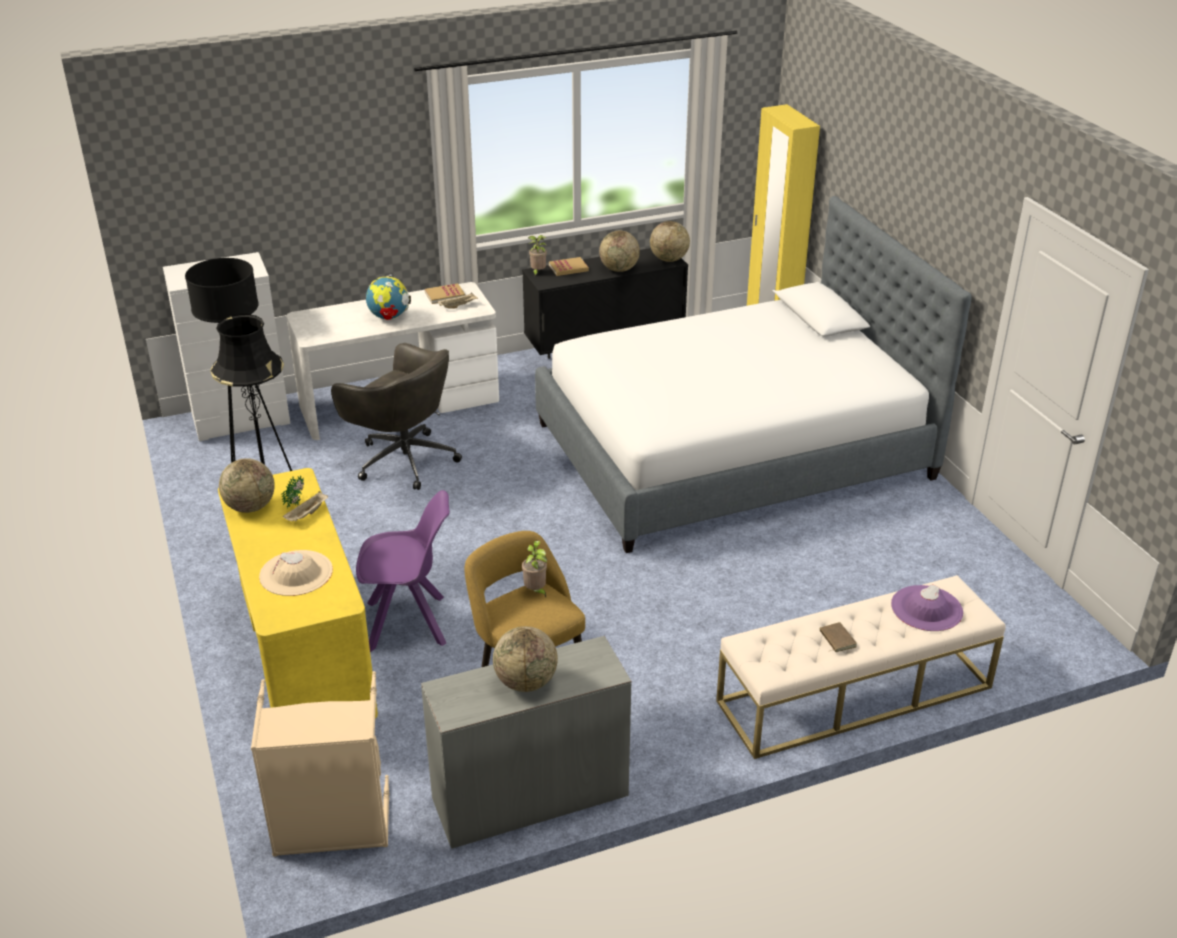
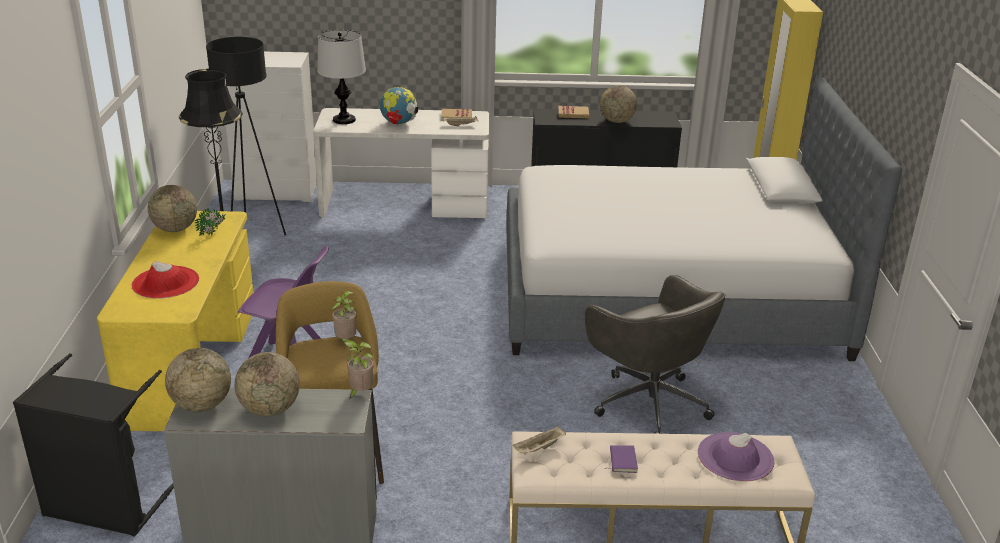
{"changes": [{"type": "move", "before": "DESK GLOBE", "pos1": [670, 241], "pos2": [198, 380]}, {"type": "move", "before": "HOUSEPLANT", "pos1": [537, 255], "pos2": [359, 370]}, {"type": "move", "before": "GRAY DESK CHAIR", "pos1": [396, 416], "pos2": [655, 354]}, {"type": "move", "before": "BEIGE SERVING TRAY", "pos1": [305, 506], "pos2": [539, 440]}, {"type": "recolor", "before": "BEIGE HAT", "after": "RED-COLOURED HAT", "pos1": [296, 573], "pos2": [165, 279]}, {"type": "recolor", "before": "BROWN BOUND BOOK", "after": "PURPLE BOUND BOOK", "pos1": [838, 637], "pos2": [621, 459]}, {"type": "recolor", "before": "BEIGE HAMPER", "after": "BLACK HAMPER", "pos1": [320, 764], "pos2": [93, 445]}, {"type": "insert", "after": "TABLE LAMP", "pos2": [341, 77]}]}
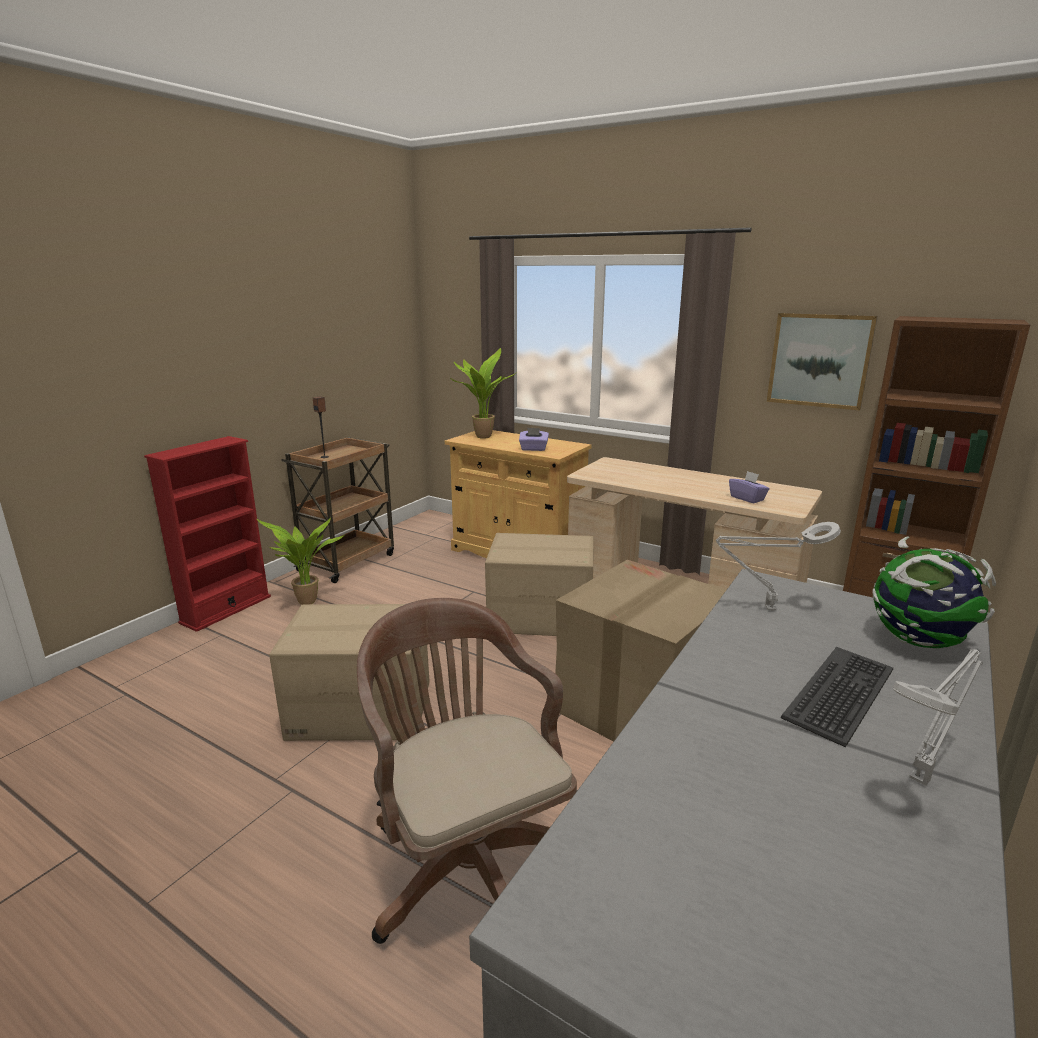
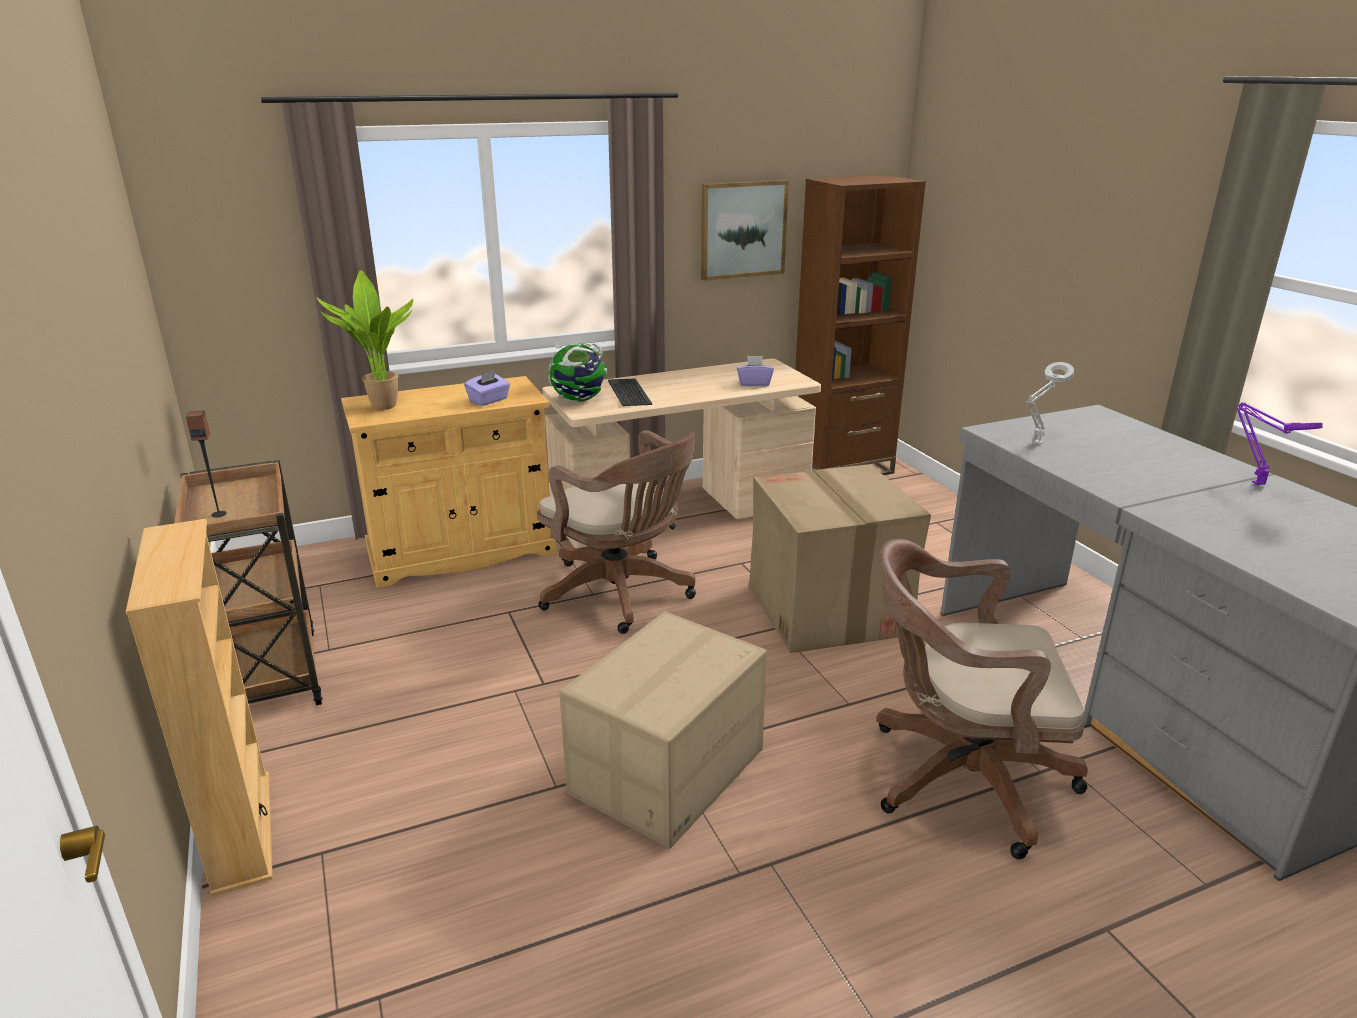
{"changes": [{"type": "recolor", "before": "RED-COLOURED SHELVING UNIT", "after": "BEIGE SHELVING UNIT", "pos1": [207, 534], "pos2": [199, 708]}, {"type": "delete", "before": "HOUSEPLANT", "pos1": [300, 561]}, {"type": "replace", "before": "PACKING BOX", "after": "BROWN DESK CHAIR", "pos1": [539, 584], "pos2": [616, 532]}, {"type": "move", "before": "DESK GLOBE", "pos1": [934, 592], "pos2": [577, 372]}, {"type": "move", "before": "COMPUTER KEYBOARD", "pos1": [837, 697], "pos2": [630, 392]}, {"type": "recolor", "before": "GRAY TABLE LAMP", "after": "PURPLE TABLE LAMP", "pos1": [938, 717], "pos2": [1280, 443]}]}
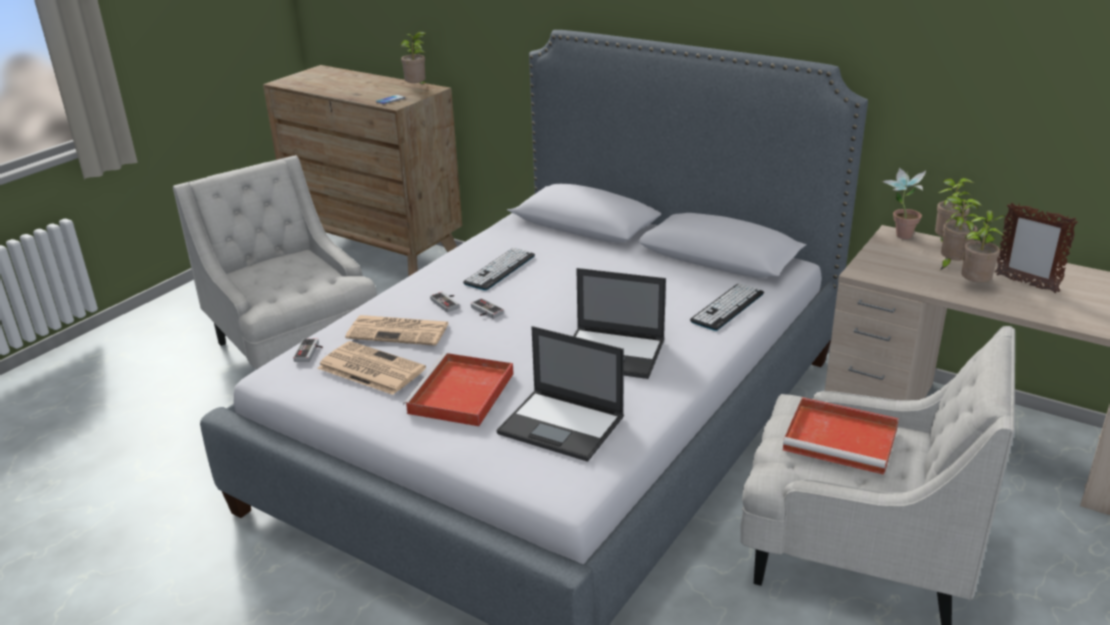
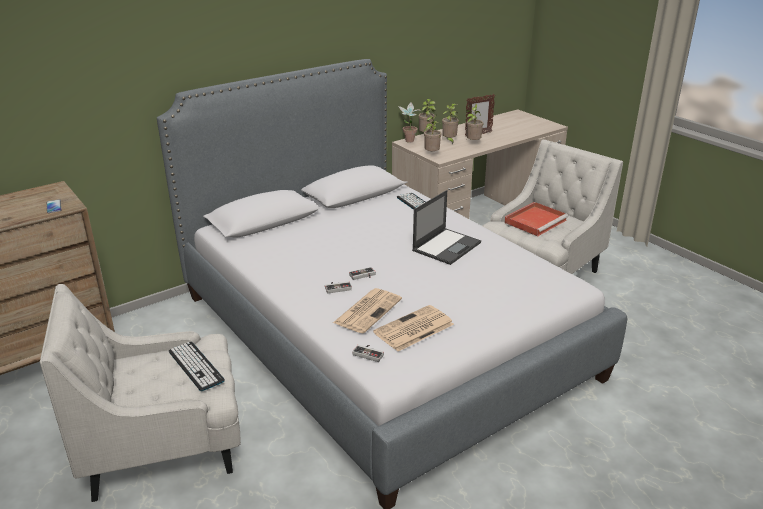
{"changes": [{"type": "move", "before": "HOUSEPLANT", "pos1": [413, 58], "pos2": [432, 132]}, {"type": "move", "before": "COMPUTER KEYBOARD", "pos1": [499, 269], "pos2": [197, 366]}, {"type": "delete", "before": "NOTEBOOK COMPUTER", "pos1": [560, 394]}, {"type": "delete", "before": "RED-COLOURED SERVING TRAY", "pos1": [458, 389]}]}
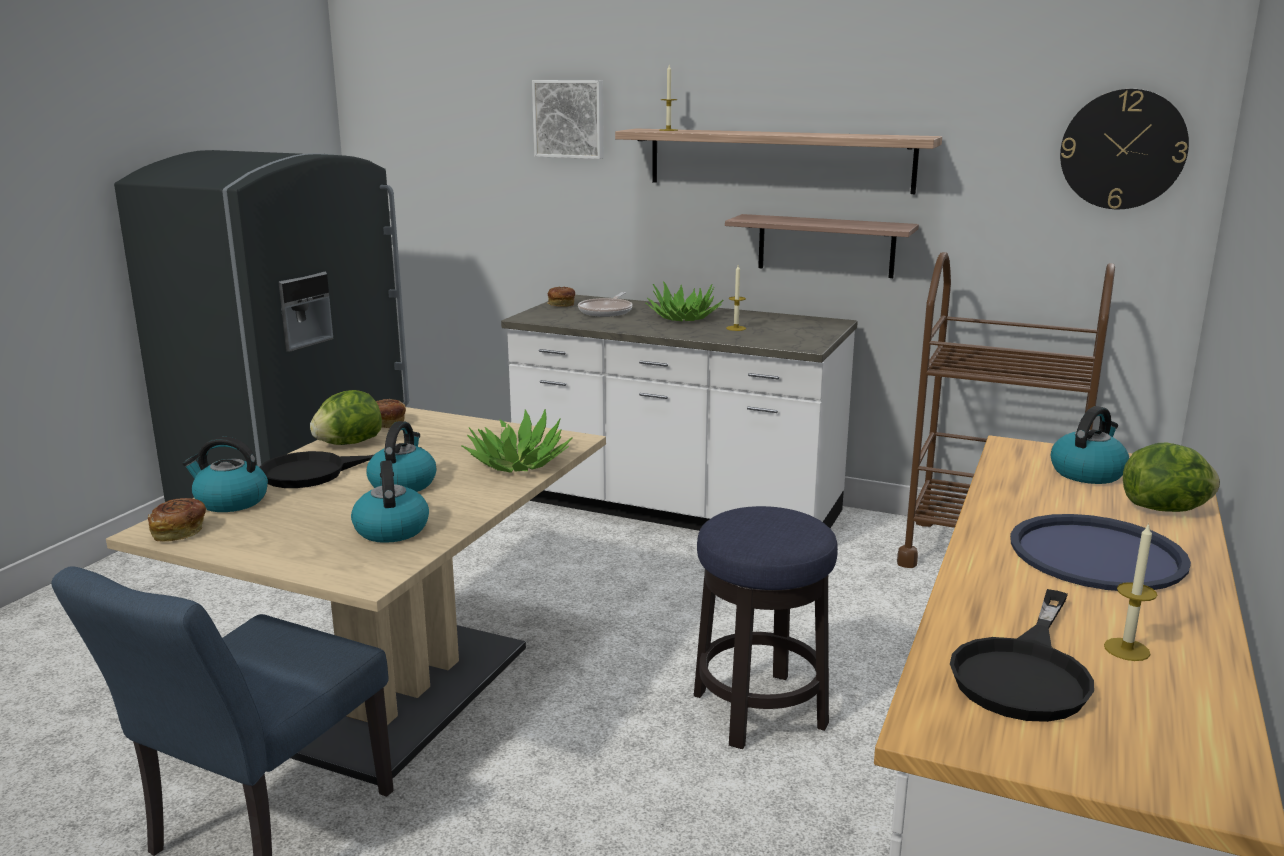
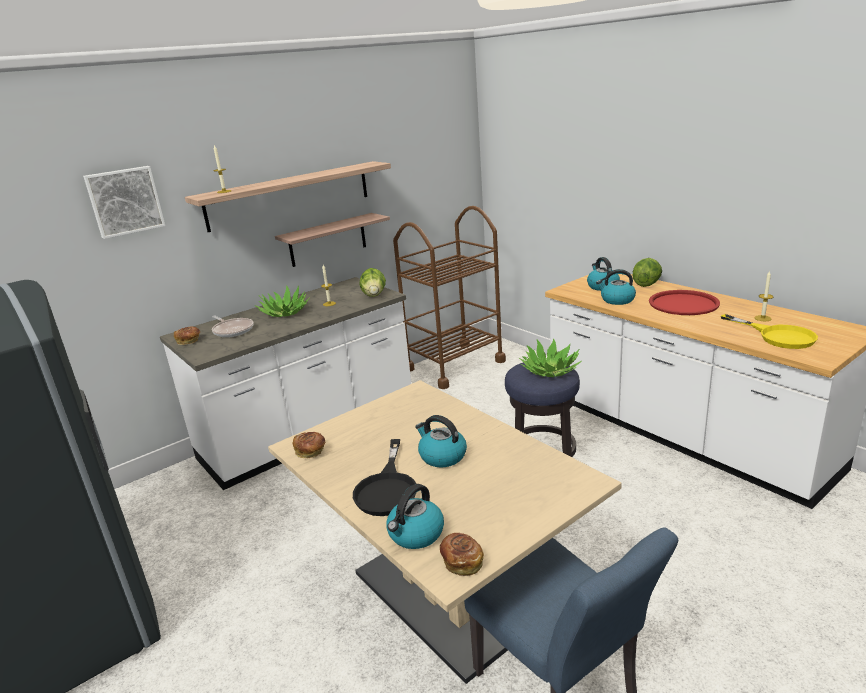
{"changes": [{"type": "delete", "before": "WALL CLOCK", "pos1": [1124, 149]}, {"type": "move", "before": "LETTUCE", "pos1": [346, 417], "pos2": [372, 282]}, {"type": "move", "before": "HOUSEPLANT", "pos1": [517, 441], "pos2": [550, 357]}, {"type": "move", "before": "WATER KETTLE", "pos1": [390, 501], "pos2": [616, 287]}, {"type": "recolor", "before": "BLUE-COLOURED SERVING TRAY", "after": "RED-COLOURED SERVING TRAY", "pos1": [1100, 552], "pos2": [684, 302]}, {"type": "recolor", "before": "BLACK PAN", "after": "YELLOW-COLOURED PAN", "pos1": [1022, 655], "pos2": [769, 331]}]}
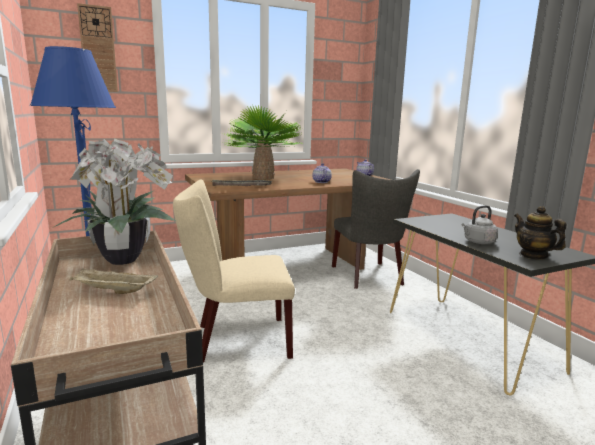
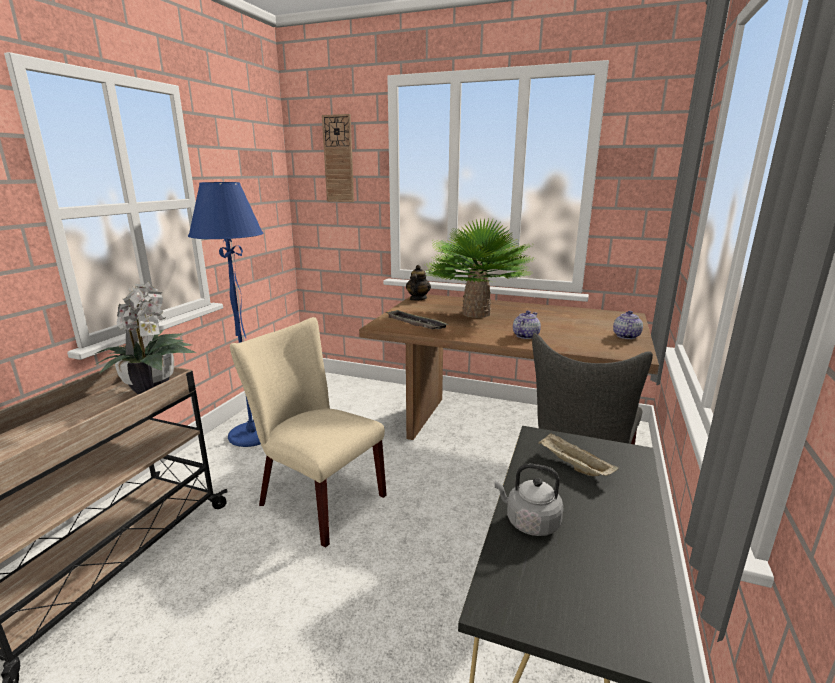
{"changes": [{"type": "move", "before": "TEA POT", "pos1": [540, 233], "pos2": [418, 283]}, {"type": "move", "before": "BEIGE SERVING TRAY", "pos1": [114, 281], "pos2": [578, 454]}]}
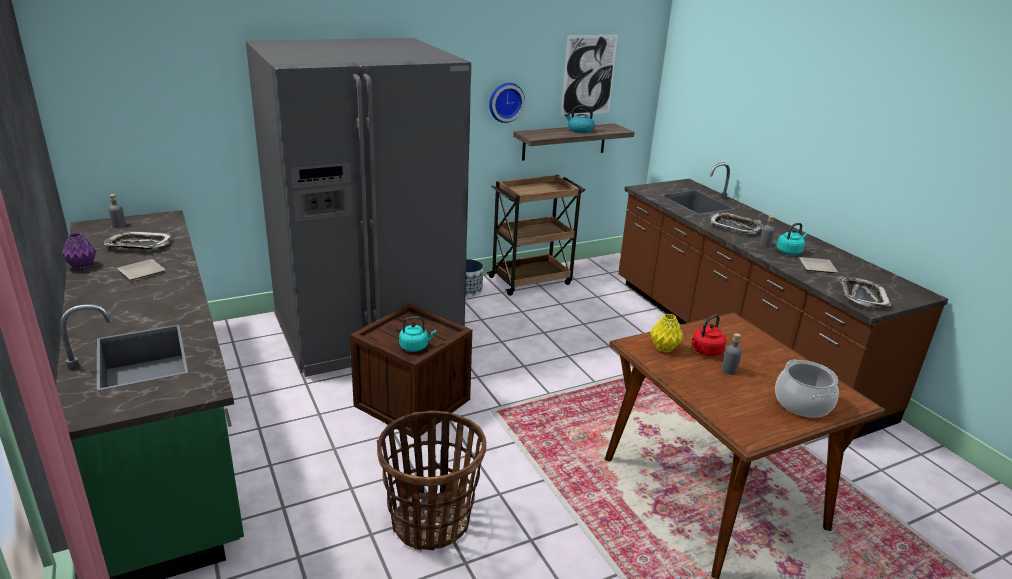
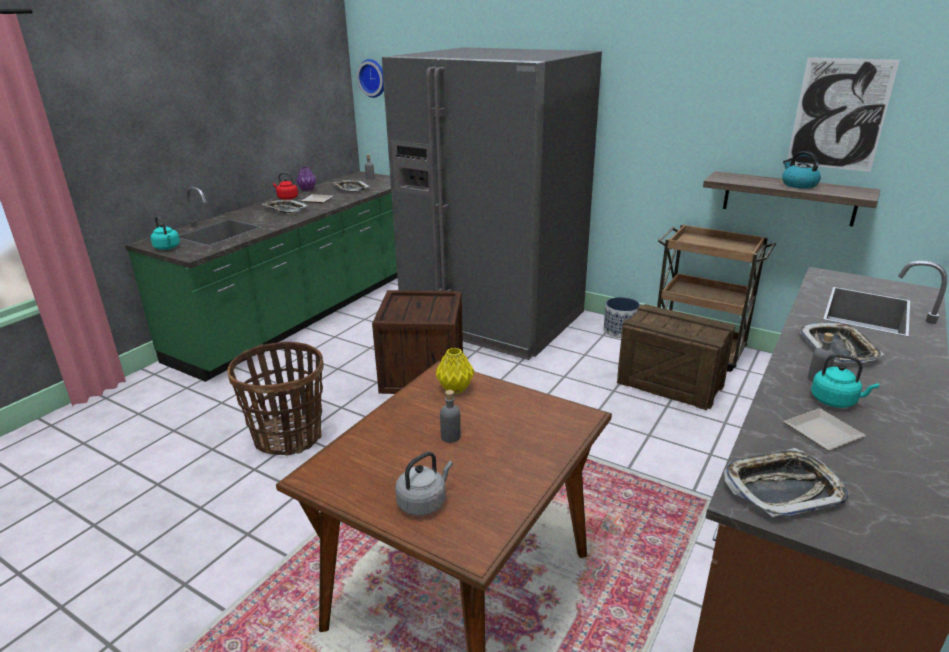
{"changes": [{"type": "move", "before": "WALL CLOCK", "pos1": [507, 103], "pos2": [370, 78]}, {"type": "move", "before": "RED-COLOURED WATER KETTLE", "pos1": [709, 335], "pos2": [285, 186]}, {"type": "move", "before": "TURQUOISE WATER KETTLE", "pos1": [418, 334], "pos2": [165, 233]}, {"type": "replace", "before": "STOCKPOT", "after": "GRAY WATER KETTLE", "pos1": [807, 388], "pos2": [424, 484]}, {"type": "insert", "after": "SERVING TRAY", "pos2": [285, 206]}, {"type": "insert", "after": "PACKING CRATE", "pos2": [676, 357]}]}
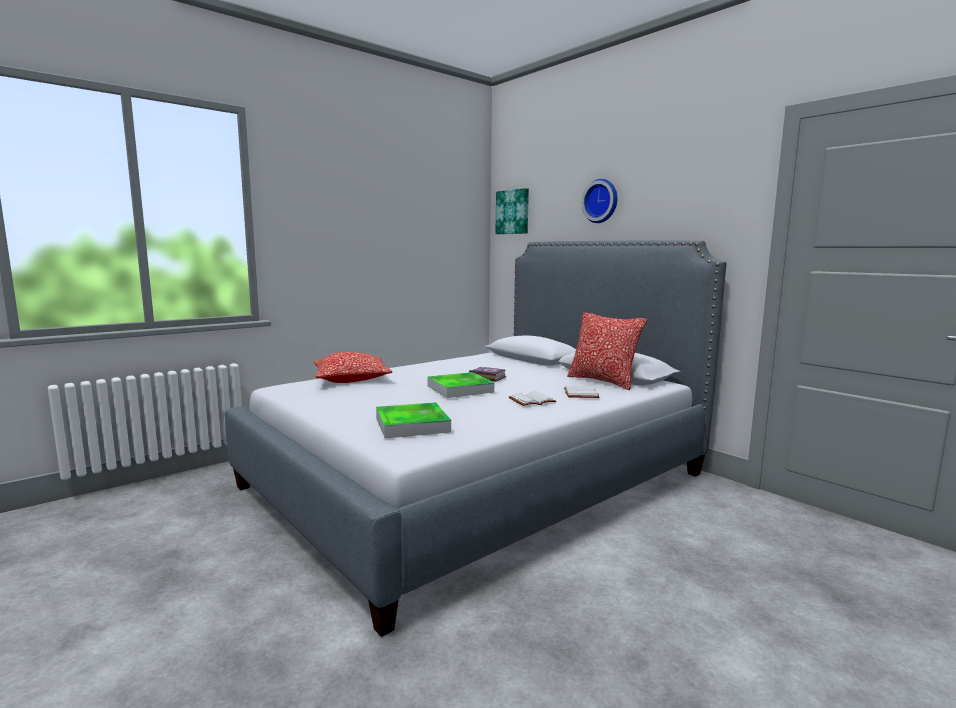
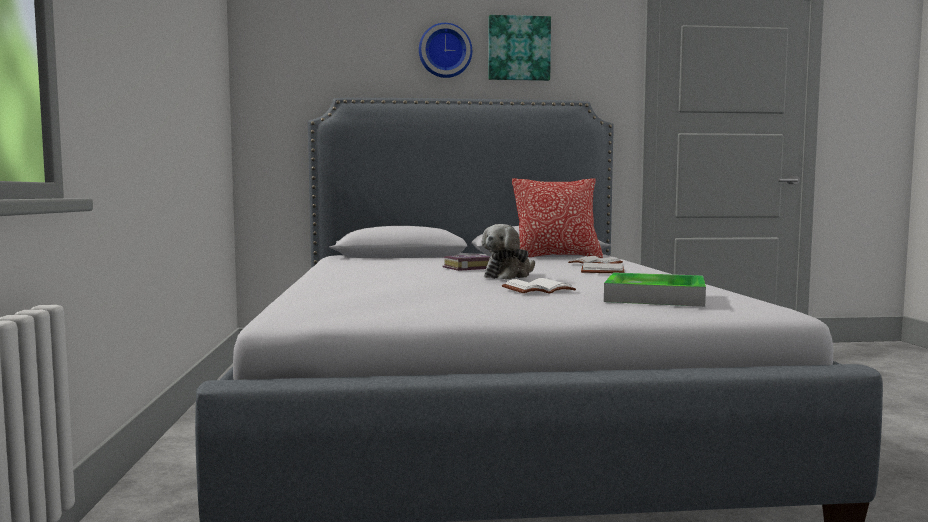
{"changes": [{"type": "move", "before": "WALL ART", "pos1": [512, 211], "pos2": [519, 48]}, {"type": "delete", "before": "THROW PILLOW", "pos1": [352, 367]}, {"type": "replace", "before": "SERVING TRAY", "after": "SOFT TOY", "pos1": [460, 385], "pos2": [508, 252]}, {"type": "insert", "after": "WHITISH BOUND BOOK", "pos2": [539, 286]}]}
